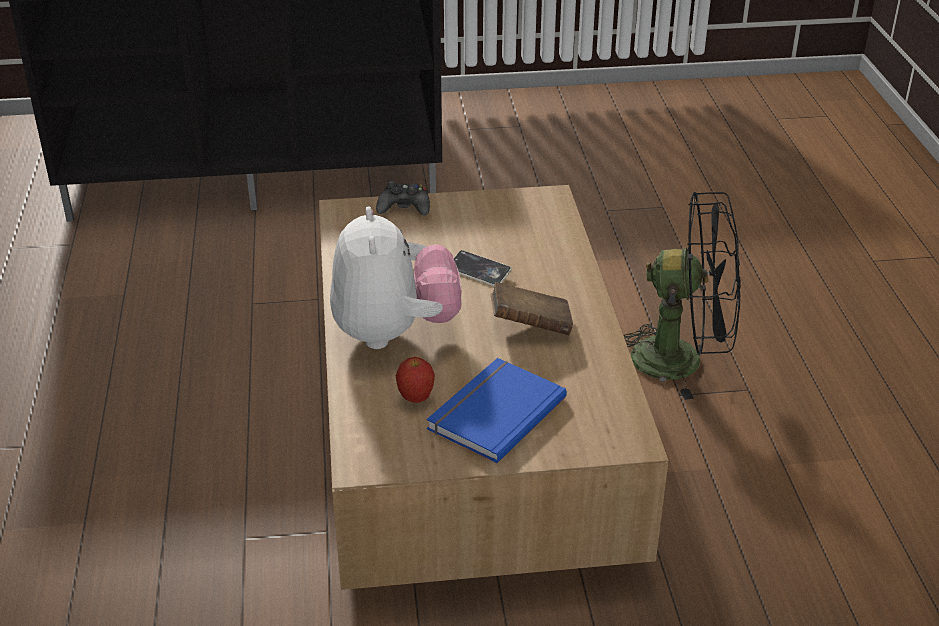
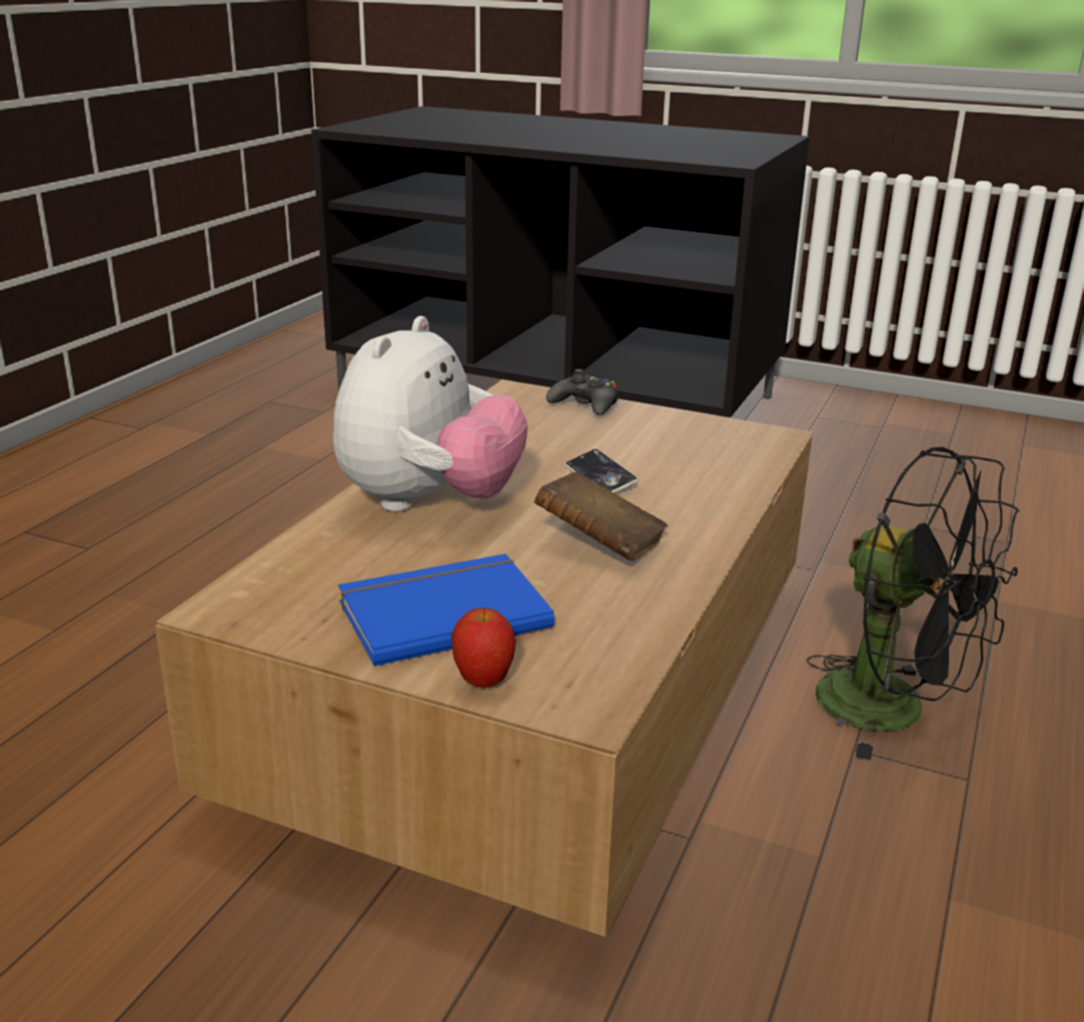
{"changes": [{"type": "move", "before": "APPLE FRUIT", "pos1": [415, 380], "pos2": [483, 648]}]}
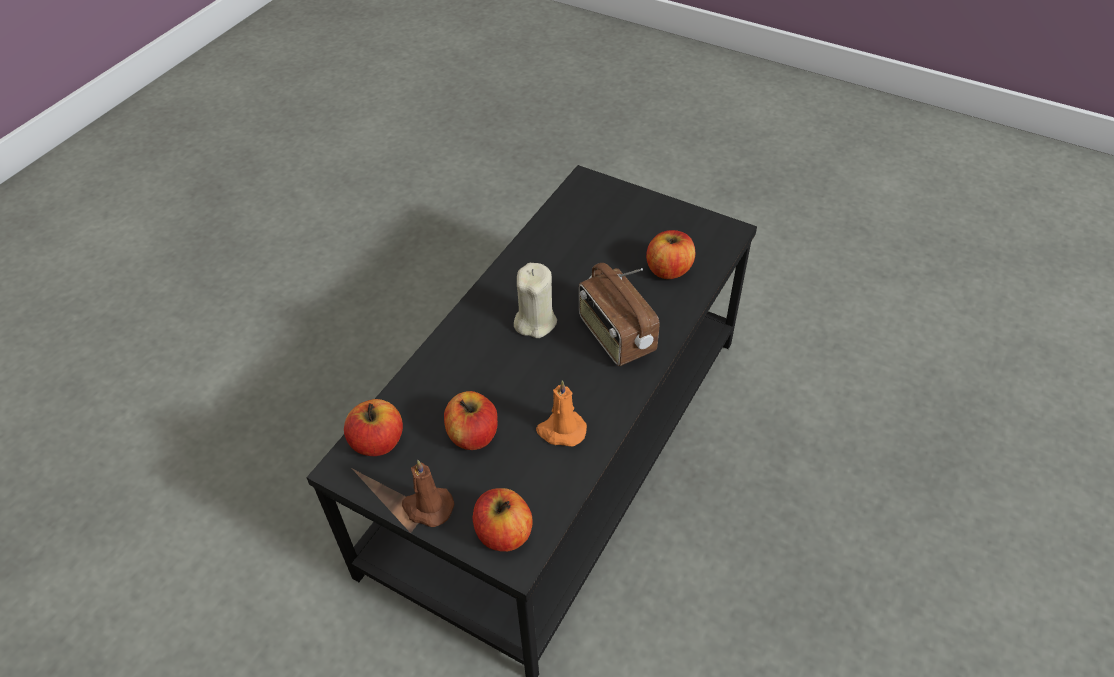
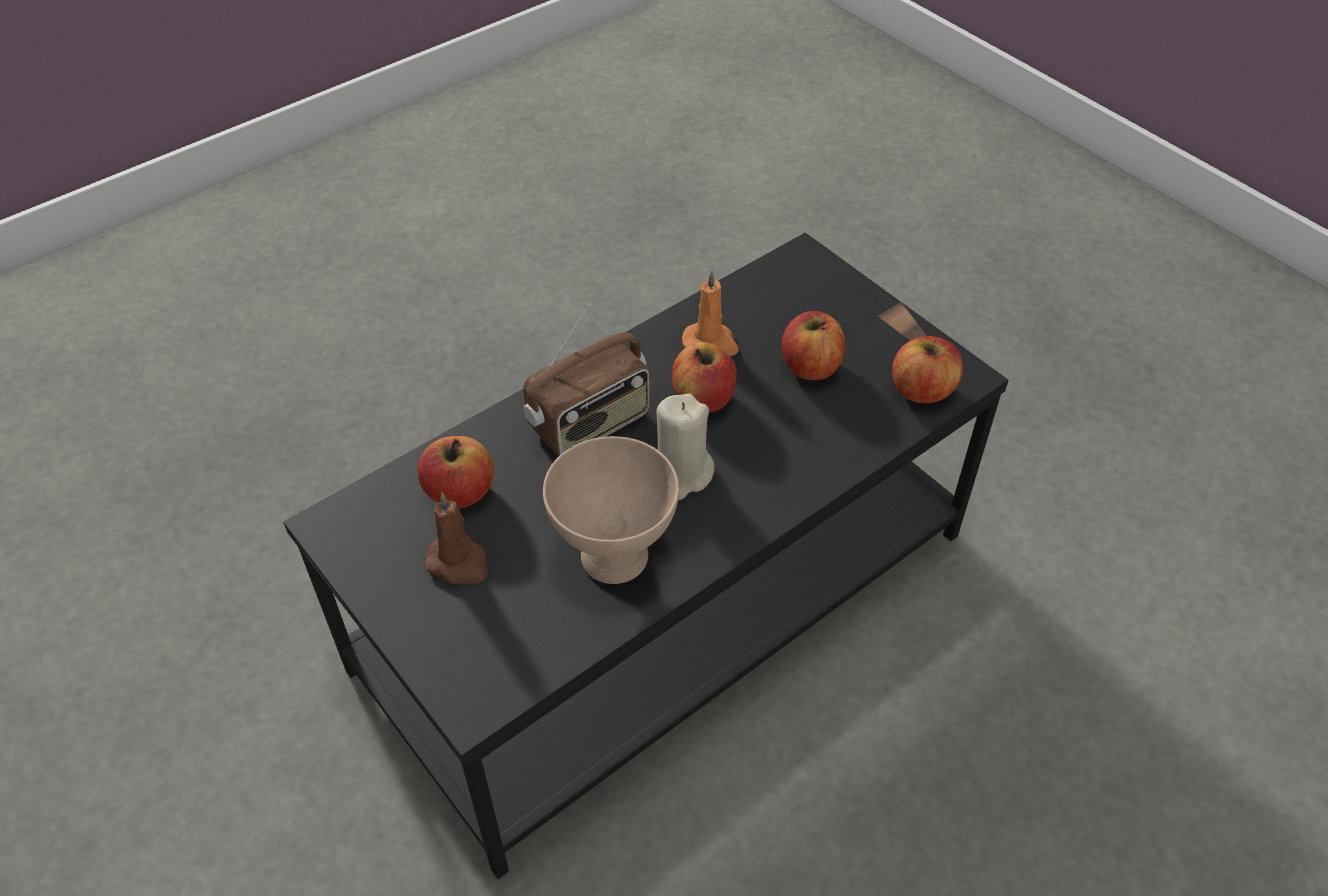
{"changes": [{"type": "rotate", "before": "RADIO RECEIVER", "pos1": [619, 314], "pos2": [586, 380], "turn": 60}, {"type": "move", "before": "BROWN CANDLE", "pos1": [428, 493], "pos2": [456, 538]}, {"type": "move", "before": "APPLE FRUIT", "pos1": [503, 520], "pos2": [704, 377]}, {"type": "insert", "after": "BEIGE SERVING BOWL", "pos2": [611, 510]}]}
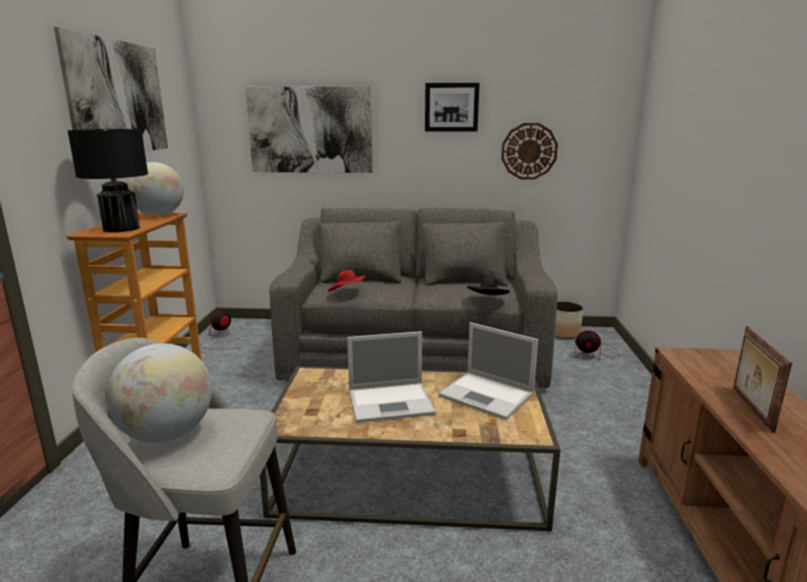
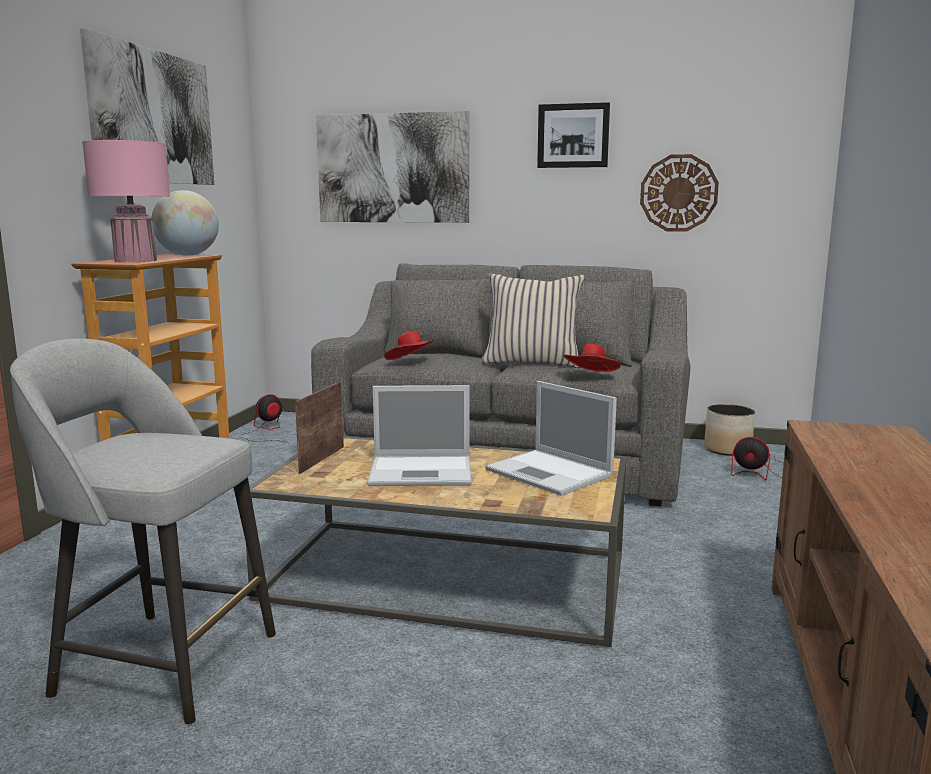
{"changes": [{"type": "recolor", "before": "BLACK TABLE LAMP", "after": "PINK-COLOURED TABLE LAMP", "pos1": [108, 180], "pos2": [126, 201]}, {"type": "recolor", "before": "BLACK HAT", "after": "RED-COLOURED HAT", "pos1": [488, 286], "pos2": [592, 358]}, {"type": "move", "before": "STANDING FRAME", "pos1": [762, 379], "pos2": [319, 428]}, {"type": "delete", "before": "DESK GLOBE", "pos1": [159, 393]}, {"type": "insert", "after": "BEIGE THROW PILLOW", "pos2": [533, 321]}]}
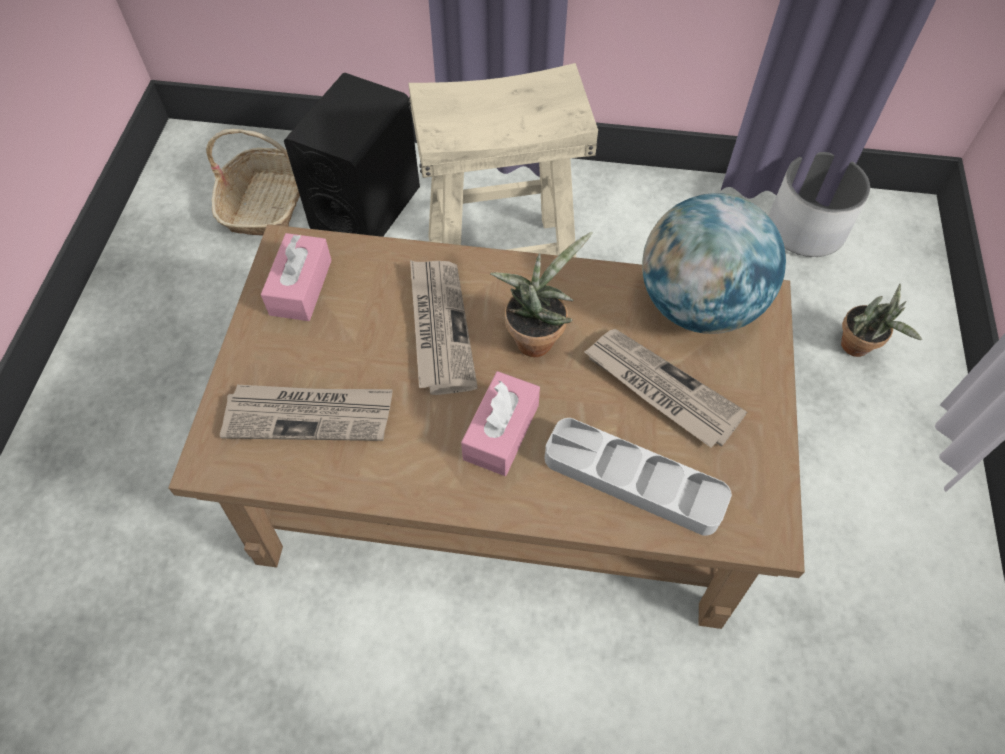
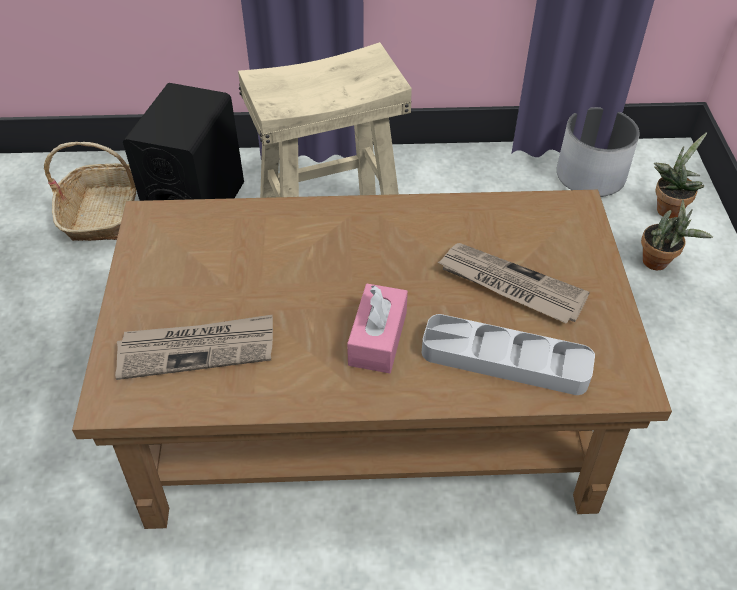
{"changes": [{"type": "delete", "before": "DESK GLOBE", "pos1": [714, 263]}, {"type": "move", "before": "HOUSEPLANT", "pos1": [541, 294], "pos2": [680, 176]}, {"type": "delete", "before": "PINK-COLOURED BOX OF TISSUES", "pos1": [296, 277]}, {"type": "delete", "before": "PRINTED PAPER", "pos1": [443, 327]}]}
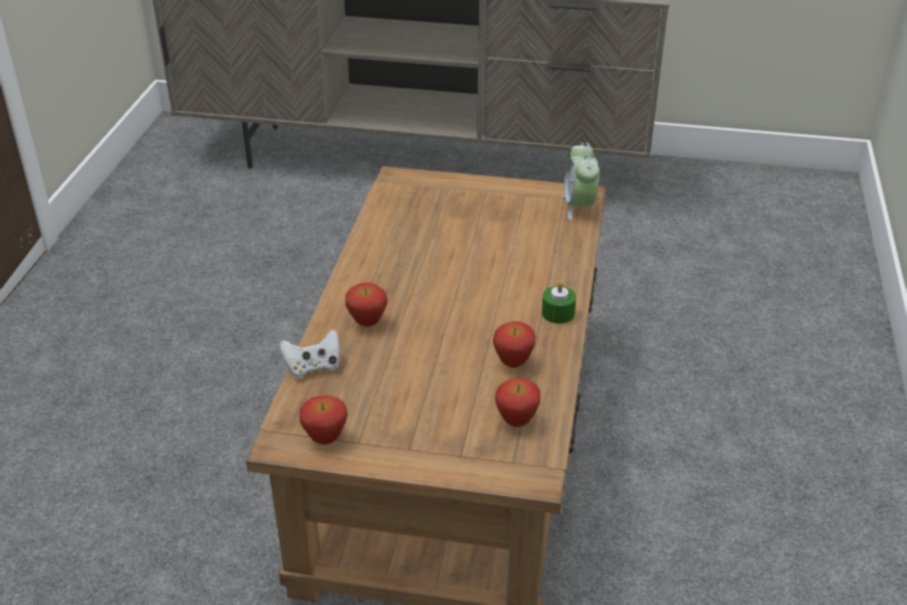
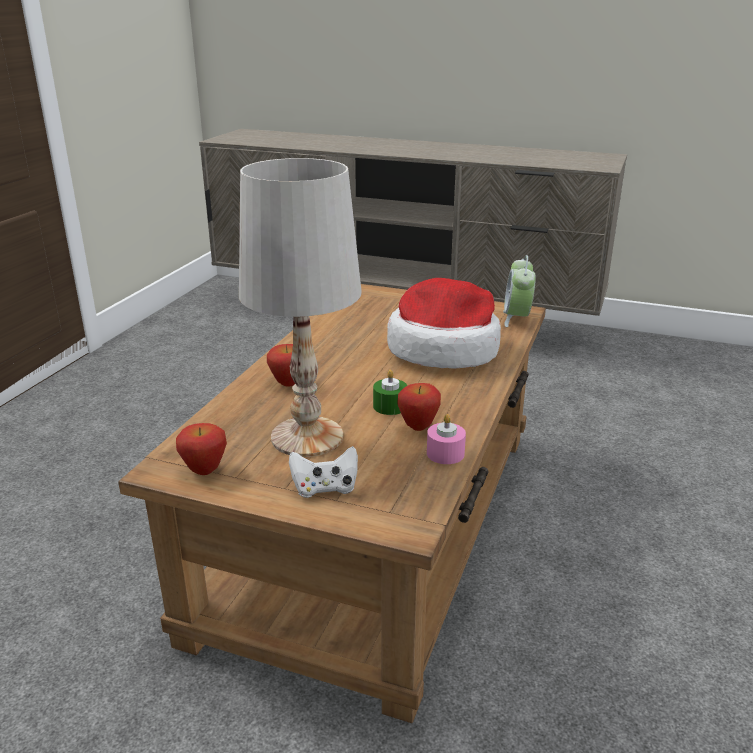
{"changes": [{"type": "move", "before": "GREEN CANDLE", "pos1": [559, 302], "pos2": [390, 392]}, {"type": "move", "before": "WHITISH JOYPAD", "pos1": [310, 353], "pos2": [323, 472]}, {"type": "delete", "before": "APPLE FRUIT", "pos1": [517, 402]}, {"type": "insert", "after": "WHITISH TABLE LAMP", "pos2": [300, 307]}, {"type": "insert", "after": "HAT", "pos2": [444, 323]}, {"type": "insert", "after": "PINK-COLOURED CANDLE", "pos2": [446, 439]}]}
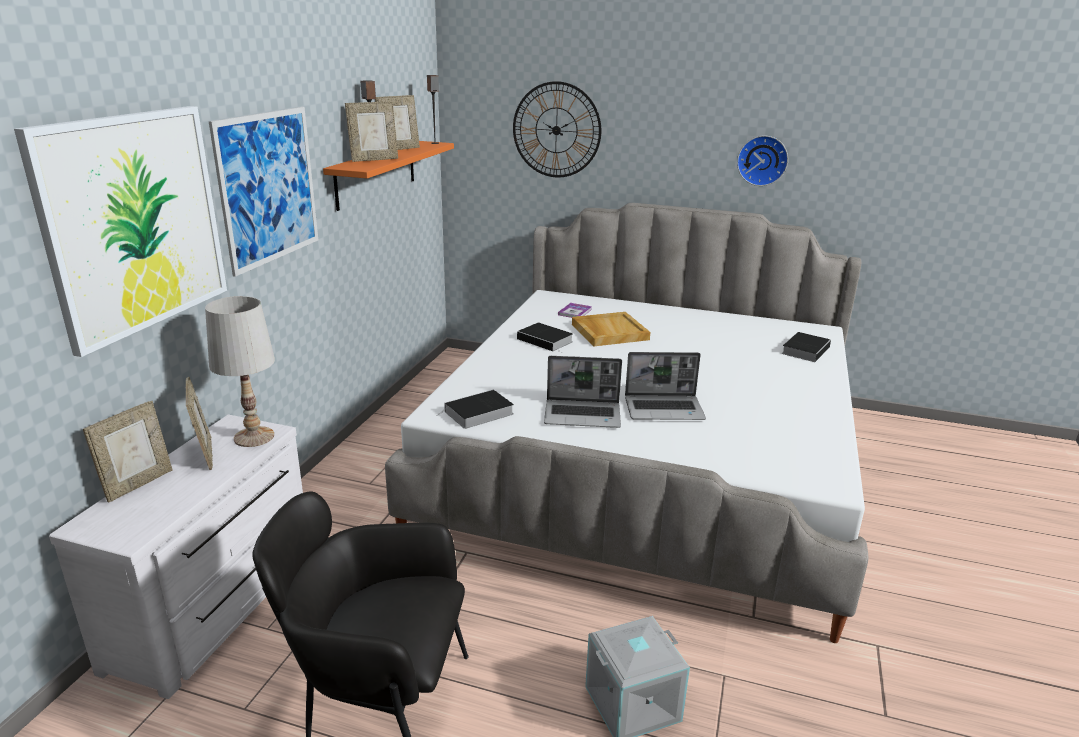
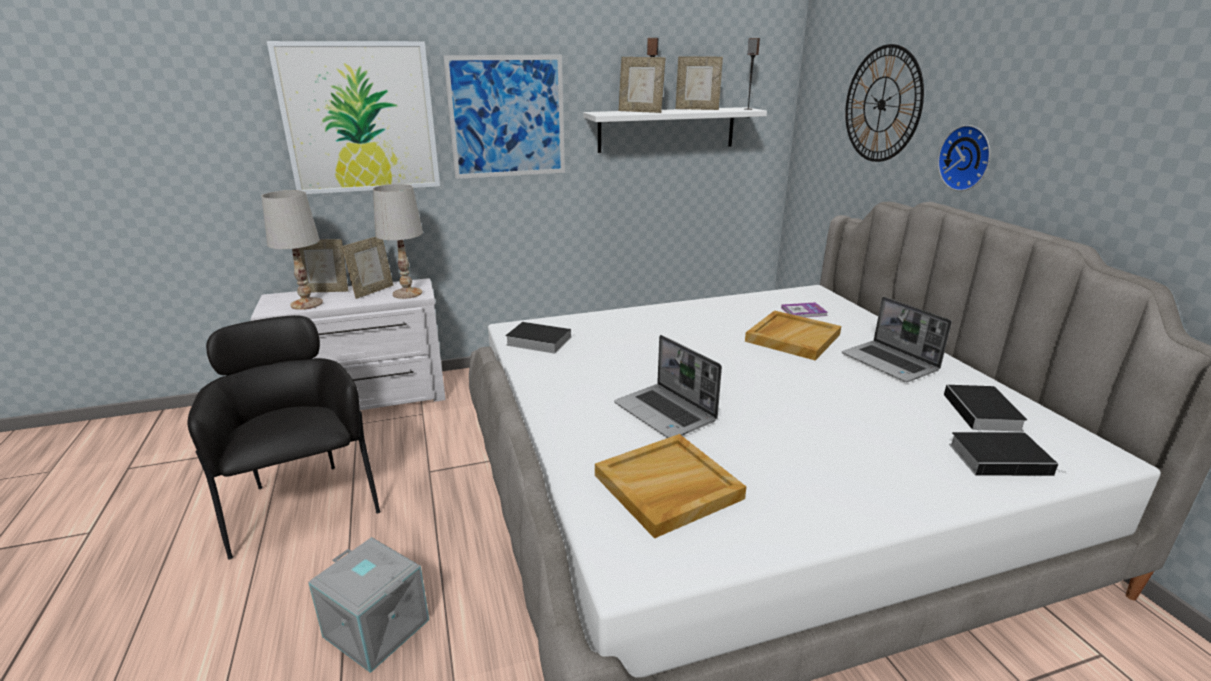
{"changes": [{"type": "move", "before": "WALL CLOCK", "pos1": [762, 161], "pos2": [964, 158]}, {"type": "recolor", "before": "ORANGE SHELF", "after": "WHITISH SHELF", "pos1": [388, 176], "pos2": [675, 130]}, {"type": "move", "before": "BOUND BOOK", "pos1": [545, 338], "pos2": [985, 408]}, {"type": "move", "before": "NOTEBOOK COMPUTER", "pos1": [583, 392], "pos2": [897, 339]}, {"type": "insert", "after": "WHITISH TABLE LAMP", "pos2": [292, 250]}, {"type": "insert", "after": "BEIGE SERVING TRAY", "pos2": [670, 486]}]}
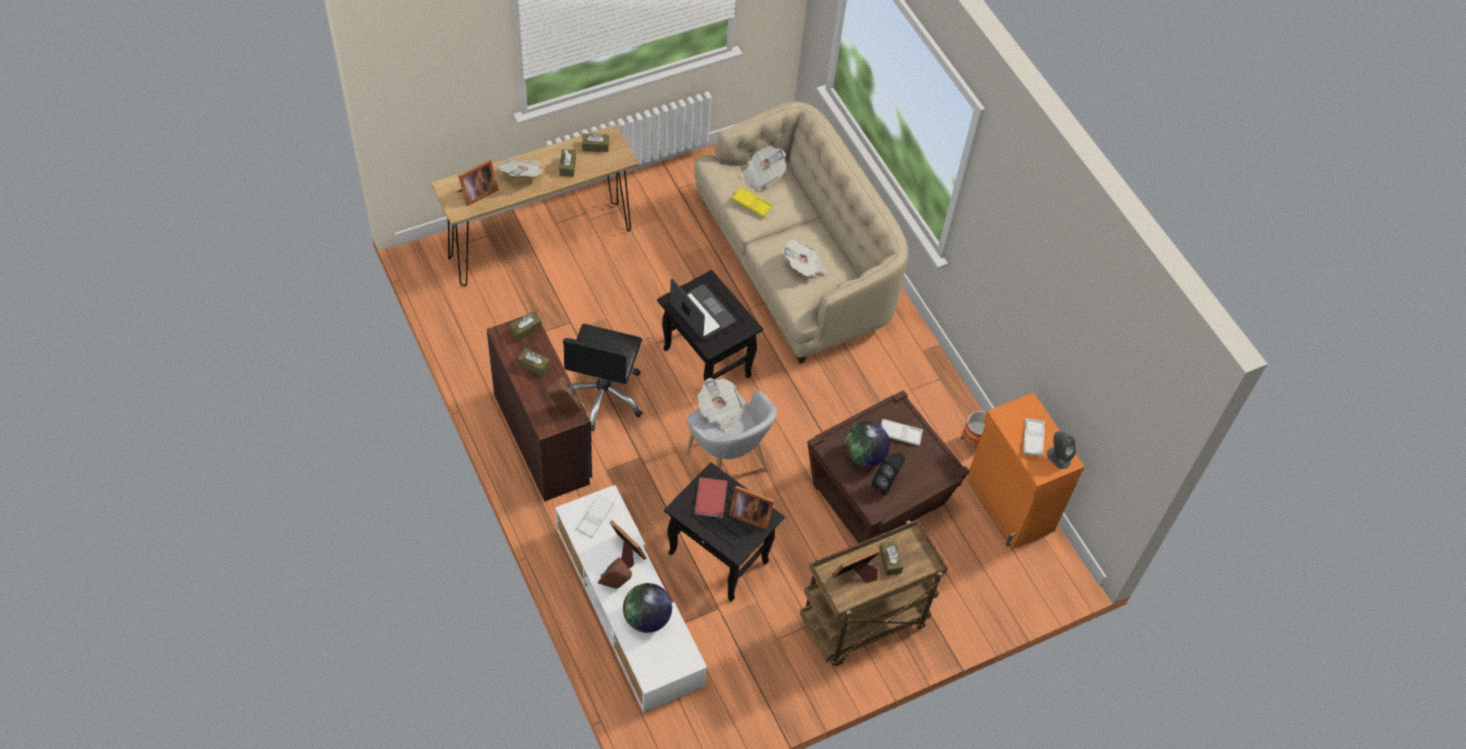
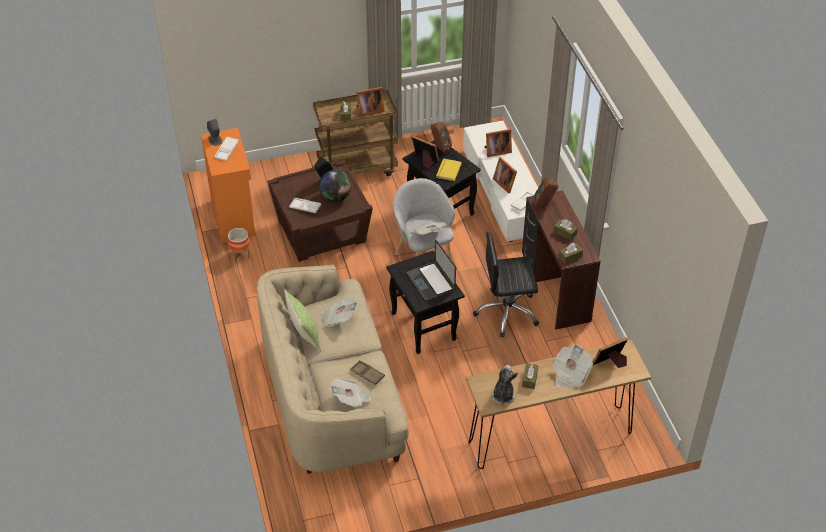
{"changes": [{"type": "replace", "before": "BROWN BOX OF TISSUES", "after": "SOFT TOY", "pos1": [595, 142], "pos2": [504, 385]}, {"type": "recolor", "before": "YELLOW-COLOURED SERVING TRAY", "after": "BROWN SERVING TRAY", "pos1": [752, 202], "pos2": [367, 372]}, {"type": "rotate", "before": "BLACK DESK CHAIR", "pos1": [602, 377], "pos2": [506, 285], "turn": -120}, {"type": "recolor", "before": "RED-COLOURED BOUND BOOK", "after": "YELLOW-COLOURED BOUND BOOK", "pos1": [711, 498], "pos2": [449, 169]}, {"type": "move", "before": "BROWN LOUDSPEAKER", "pos1": [615, 573], "pos2": [441, 137]}, {"type": "replace", "before": "DESK GLOBE", "after": "STANDING FRAME", "pos1": [647, 608], "pos2": [498, 143]}, {"type": "insert", "after": "THROW PILLOW", "pos2": [302, 320]}]}
